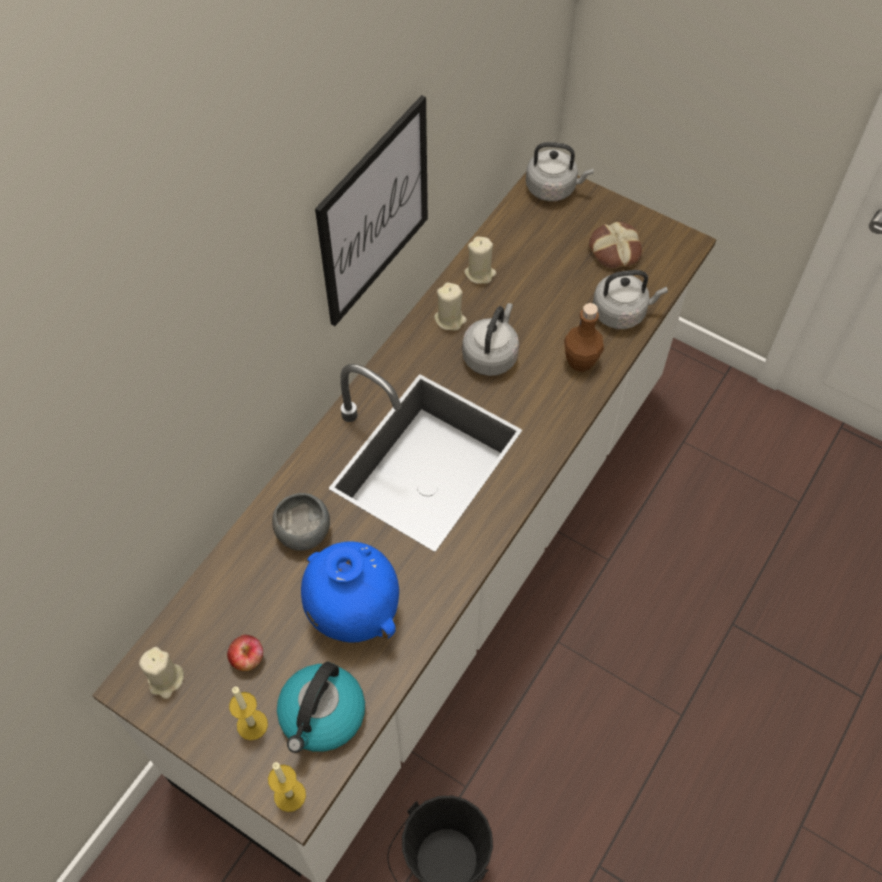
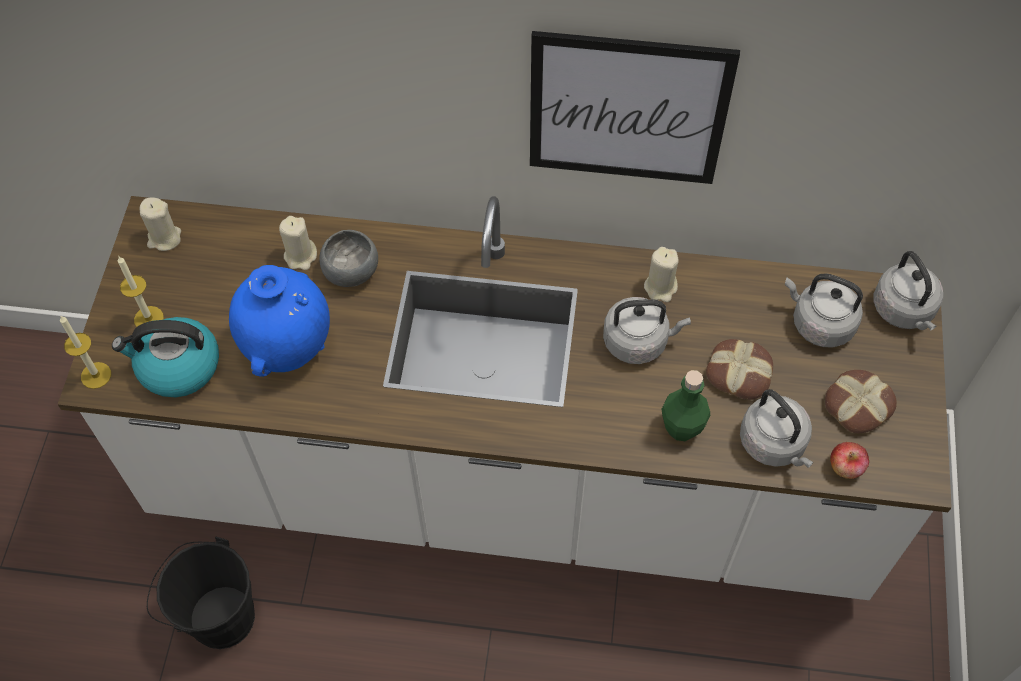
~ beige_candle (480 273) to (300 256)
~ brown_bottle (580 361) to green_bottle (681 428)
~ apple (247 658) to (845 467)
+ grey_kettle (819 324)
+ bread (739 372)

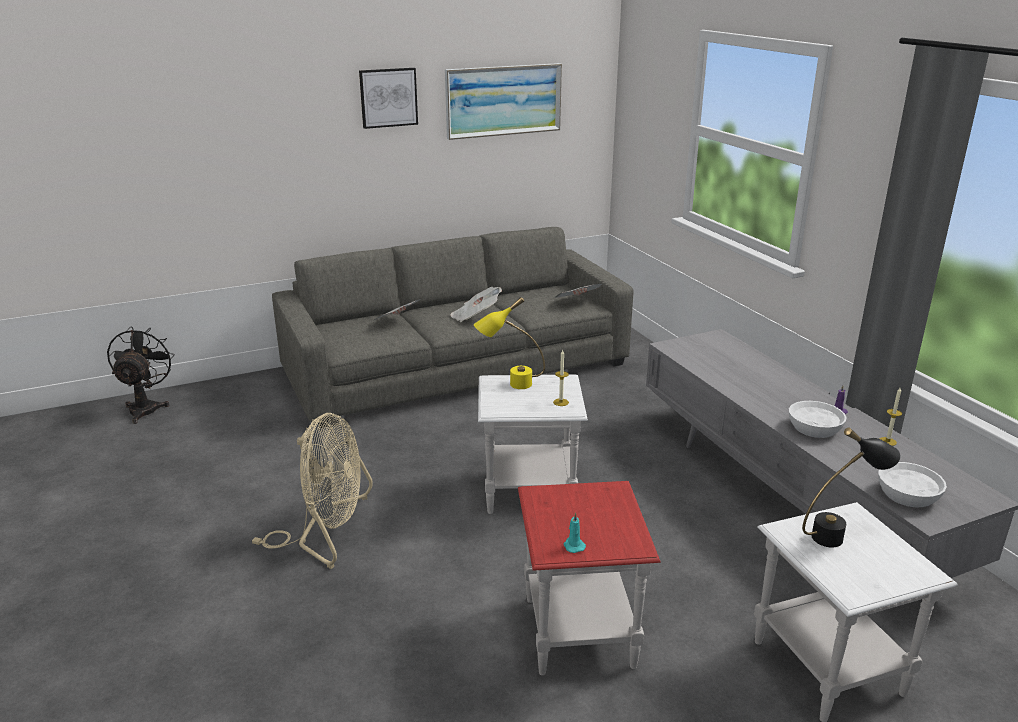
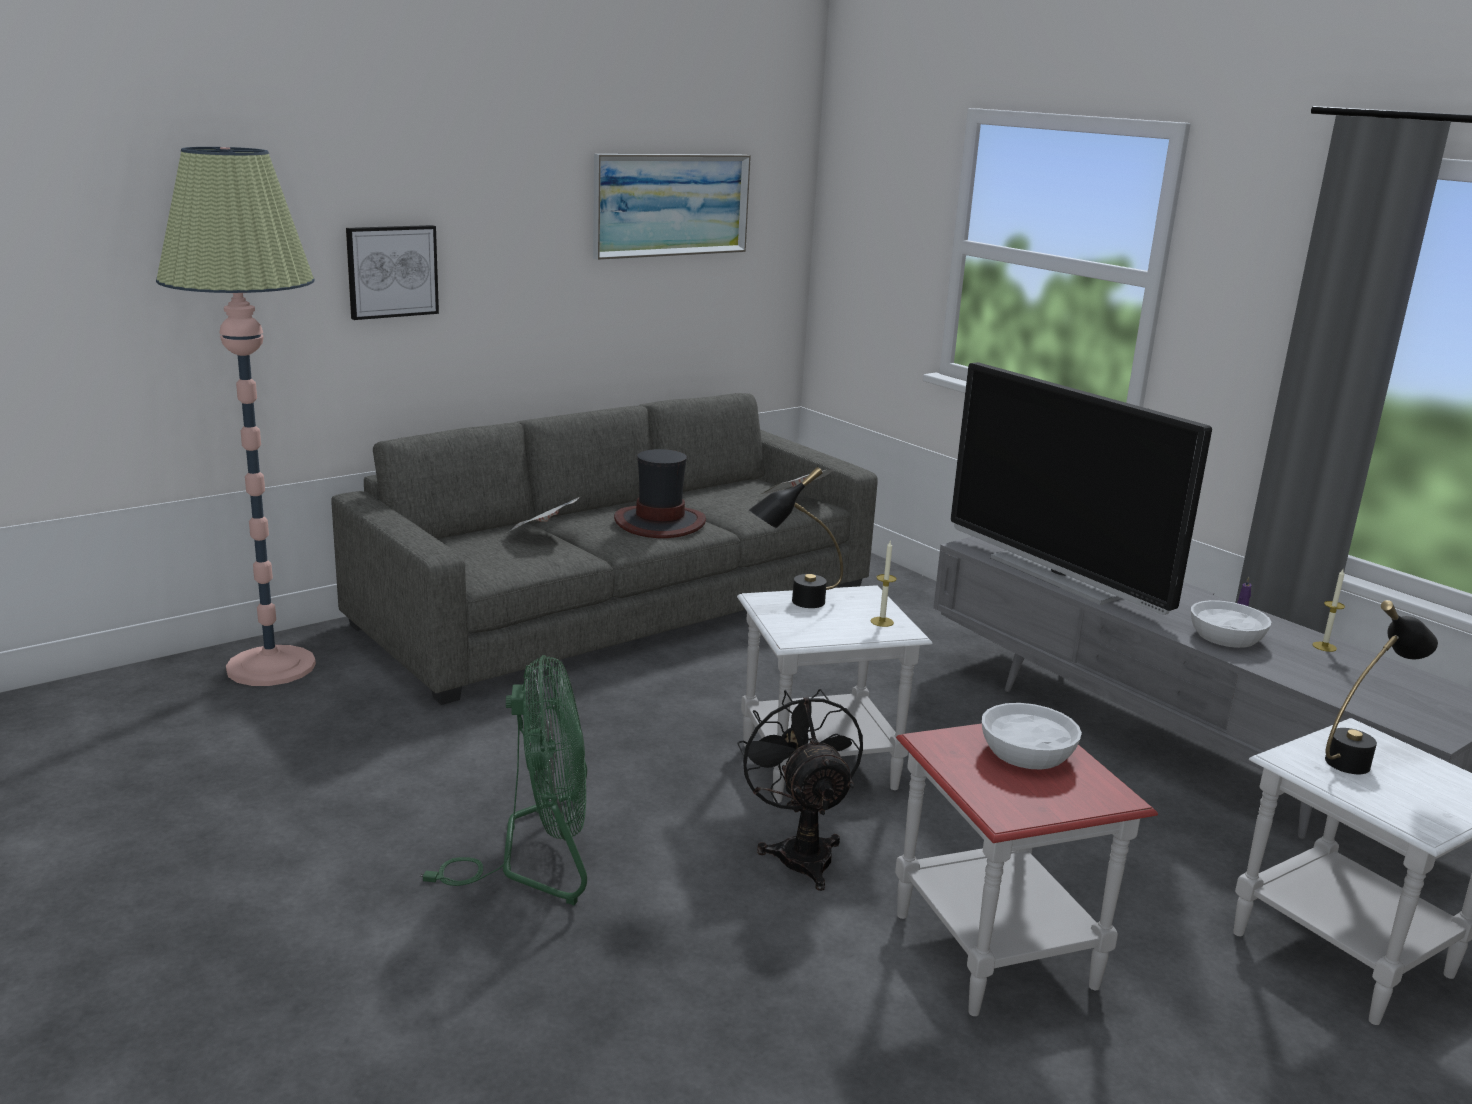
~ picture (388 97) to (392 271)
~ newspaper (475 317) to hat (660 522)
~ yellow_table_lamp (510 385) to black_table_lamp (793 603)
~ black_fan (146 407) to (800 851)
~ beige_fan (325 531) to green_fan (535 852)
~ white_bowl (907 495) to (1025 752)
- turquoise_candle (573 546)
+ floor_lamp (271 667)
+ television (1058 576)

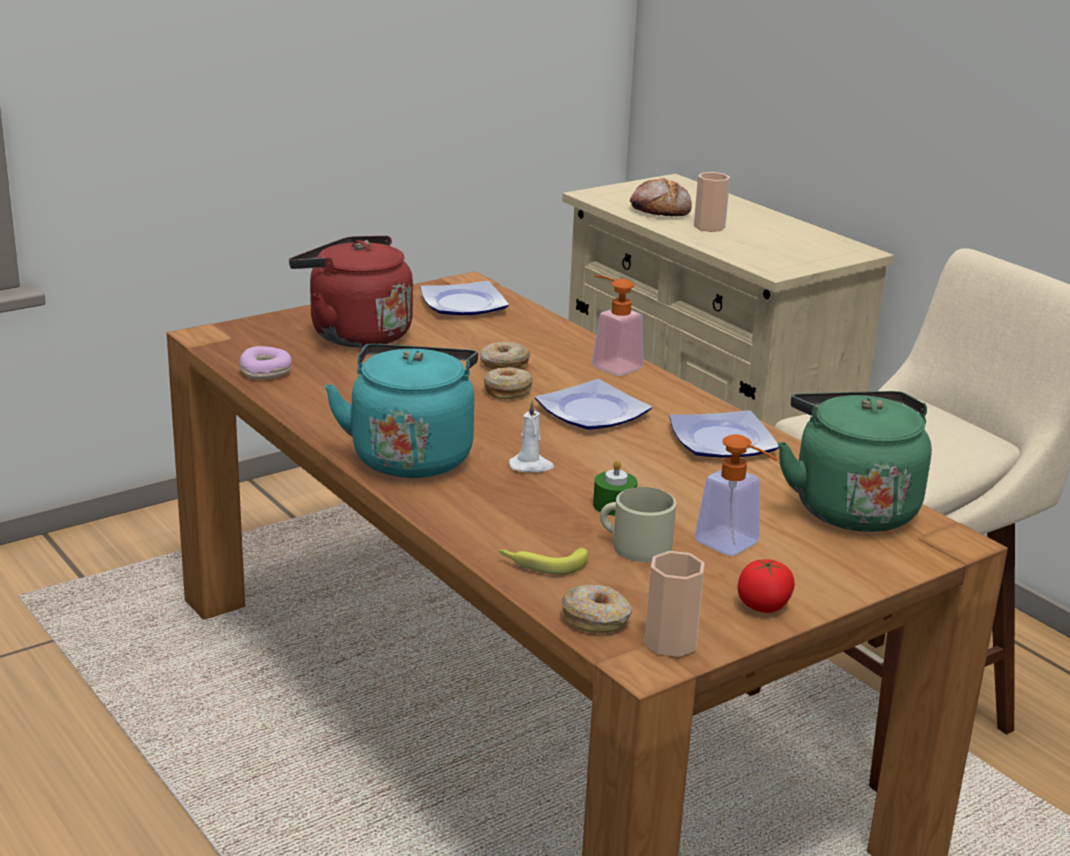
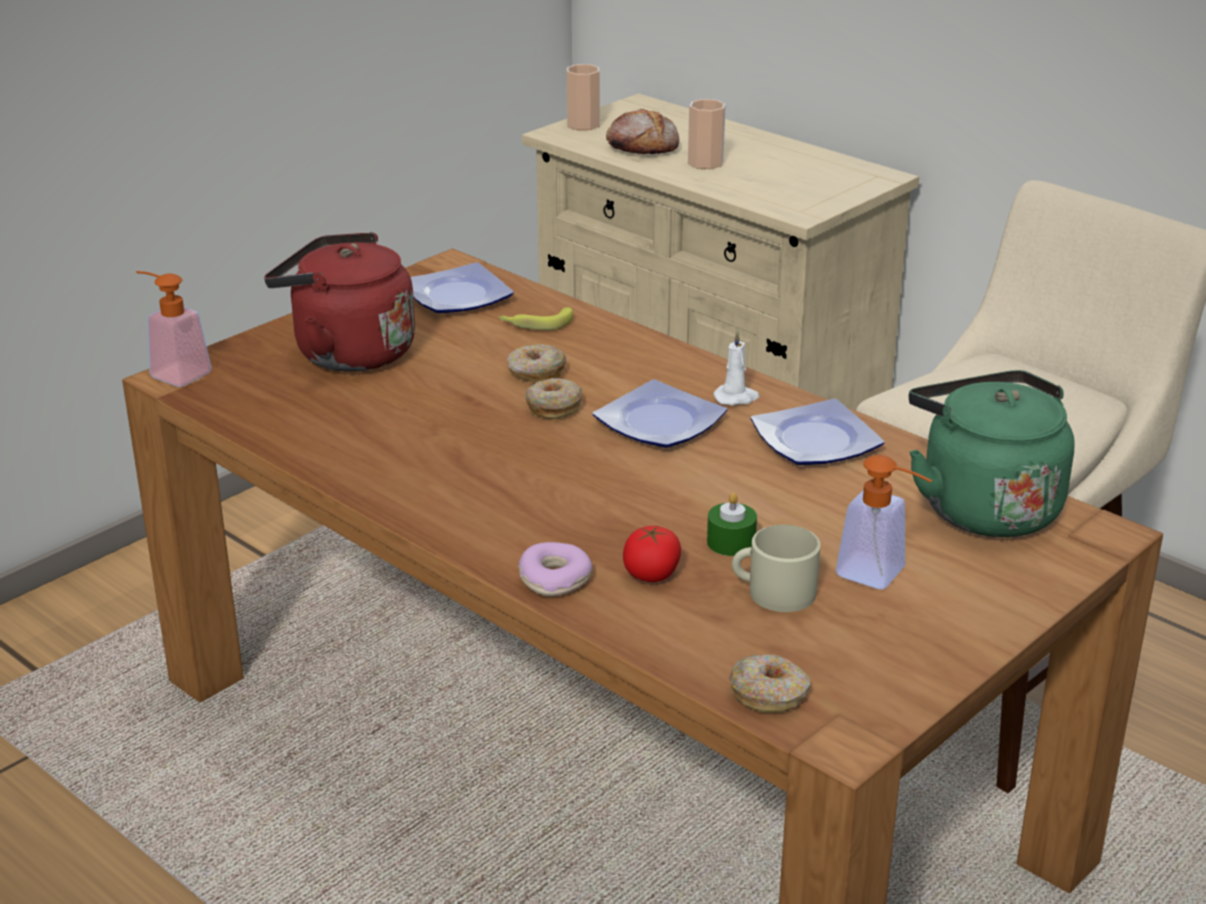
~ soap_dispenser (610 365) to (173 372)
- turquoise_kettle (411 455)
~ donut (265 371) to (554 579)
~ white_candle (531 466) to (736 398)
~ banana (542 564) to (536 324)
~ cup (670 642) to (583 124)
~ tomato (763 606) to (651 574)

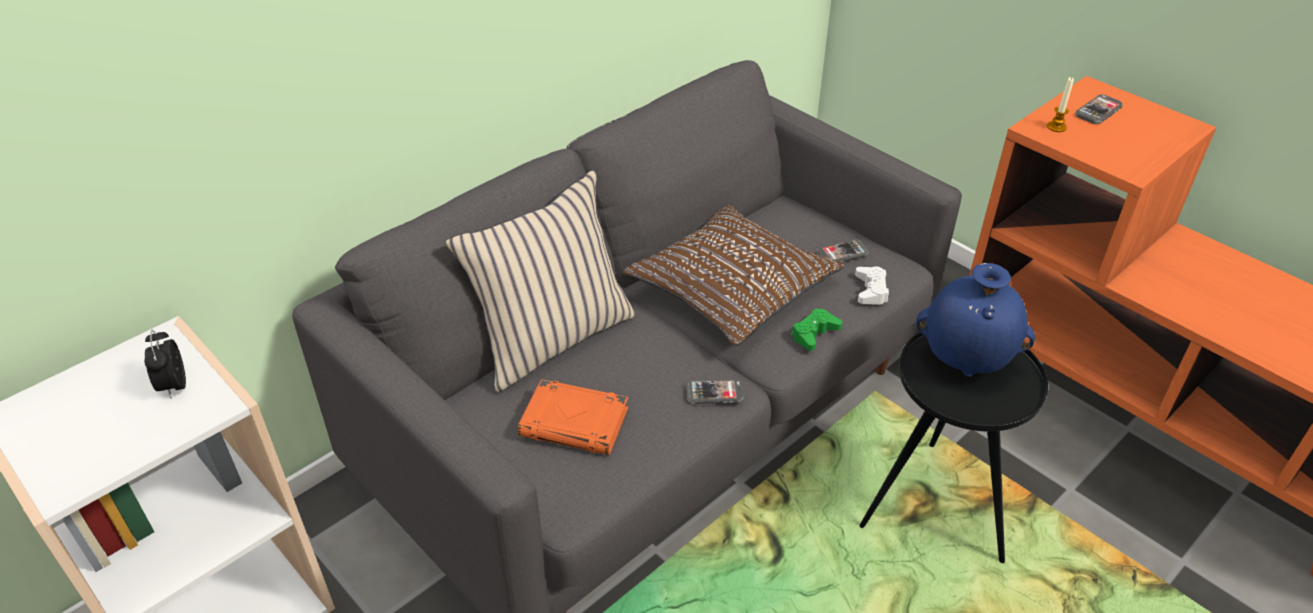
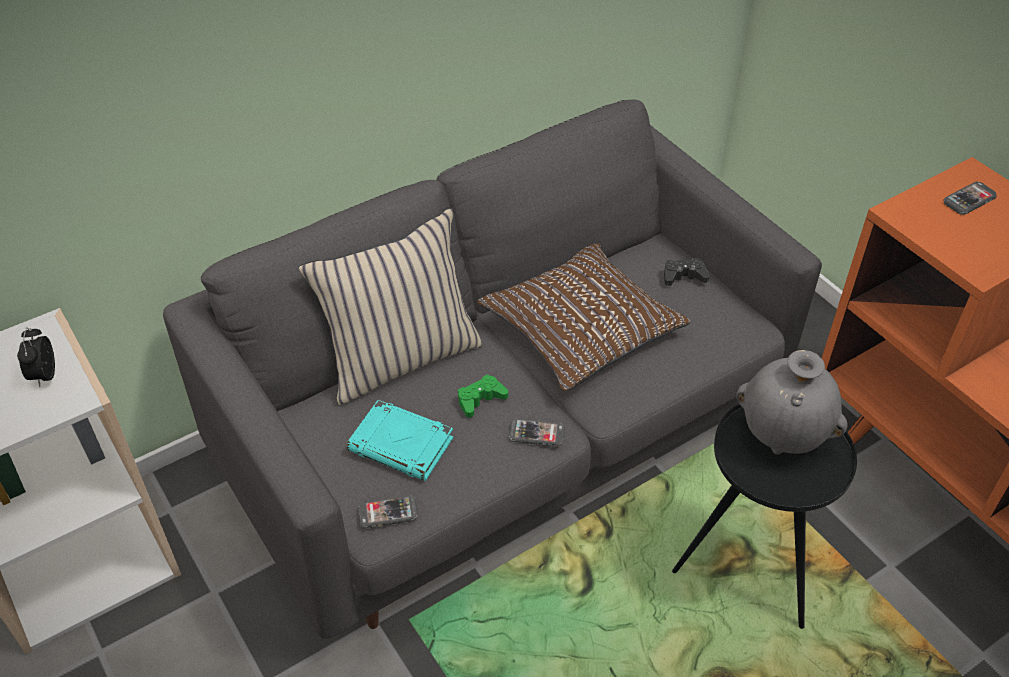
- candle (1056 127)
~ phone (842 253) to (388 513)
~ blue_vase (966 362) to grey_vase (783 437)
- white_game_controller (871 290)
~ green_game_controller (814 334) to (480 399)
~ orange_book (575 423) to turquoise_book (402 445)
+ black_game_controller (684 276)

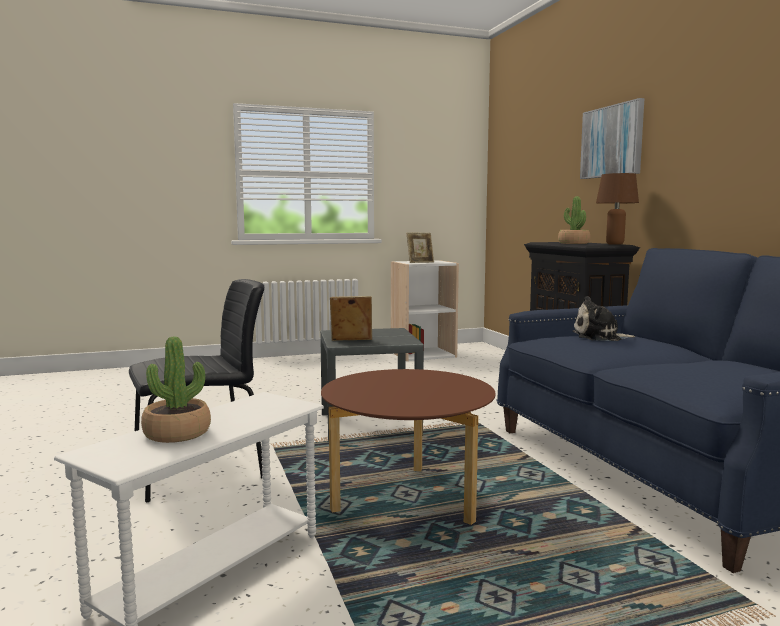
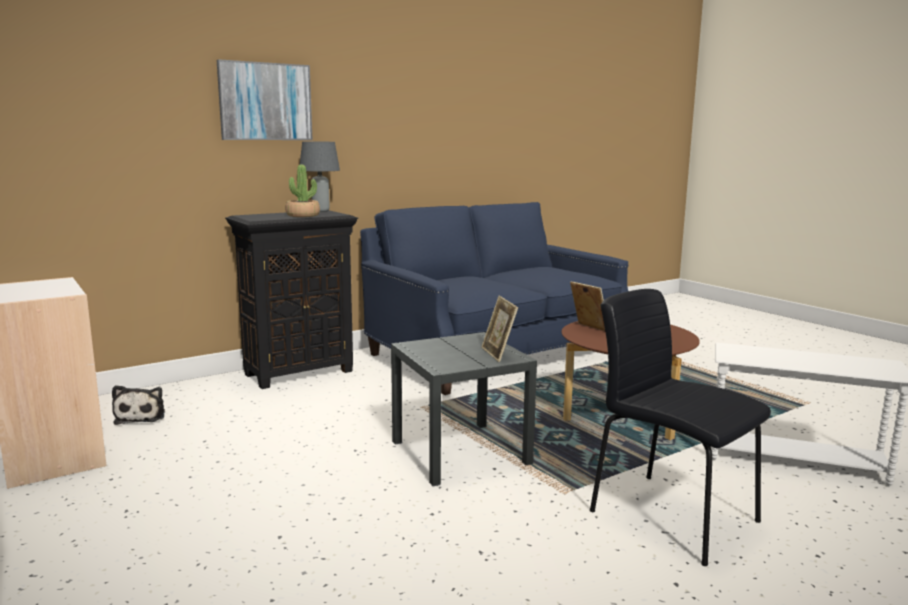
~ brown_table_lamp (615 244) to grey_table_lamp (321 211)
~ picture_frame (420 262) to (588 328)
~ plush_toy (600 337) to (141 416)
- potted_plant (177 433)

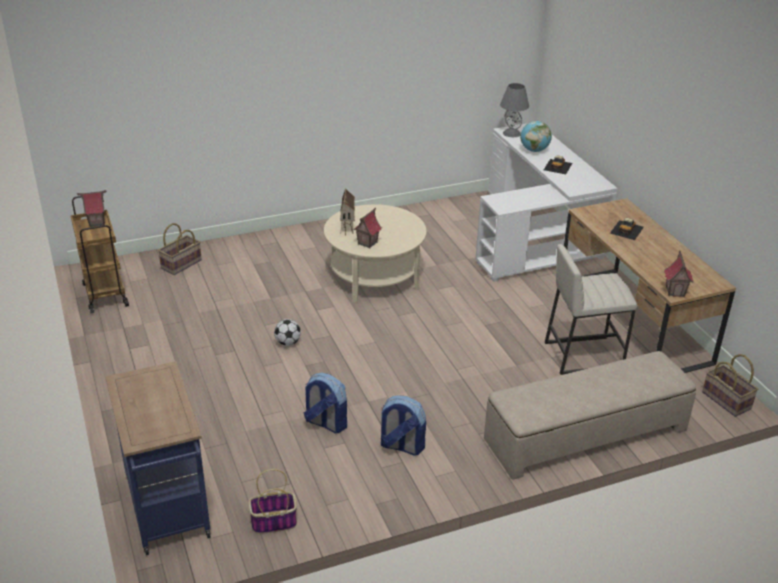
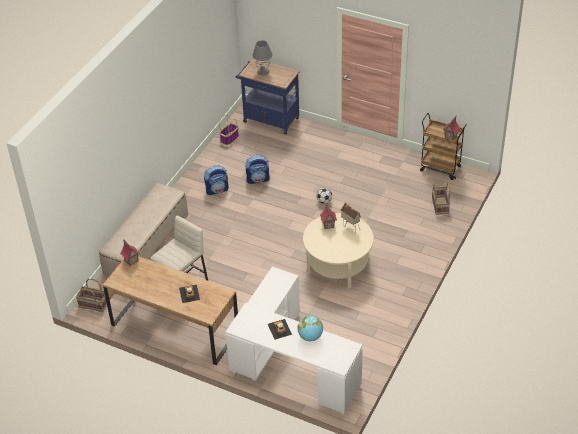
~ grey_table_lamp (512 133) to (263 72)

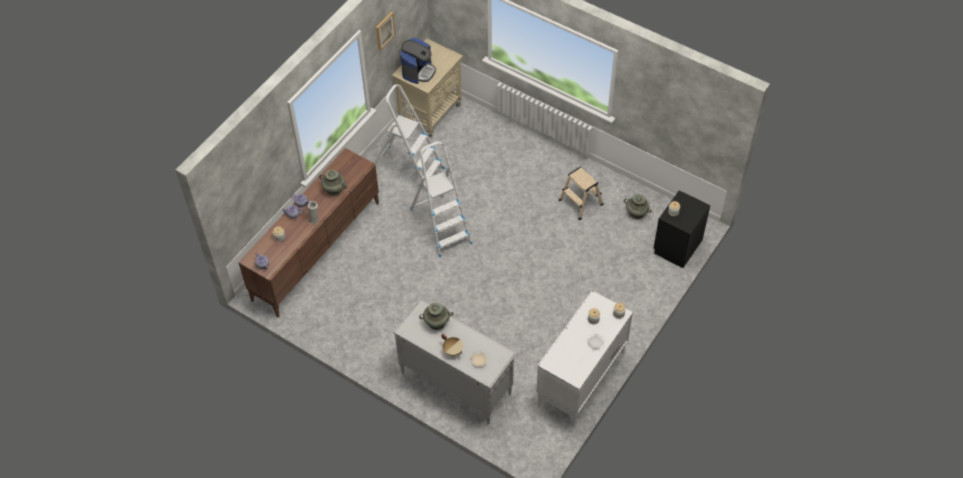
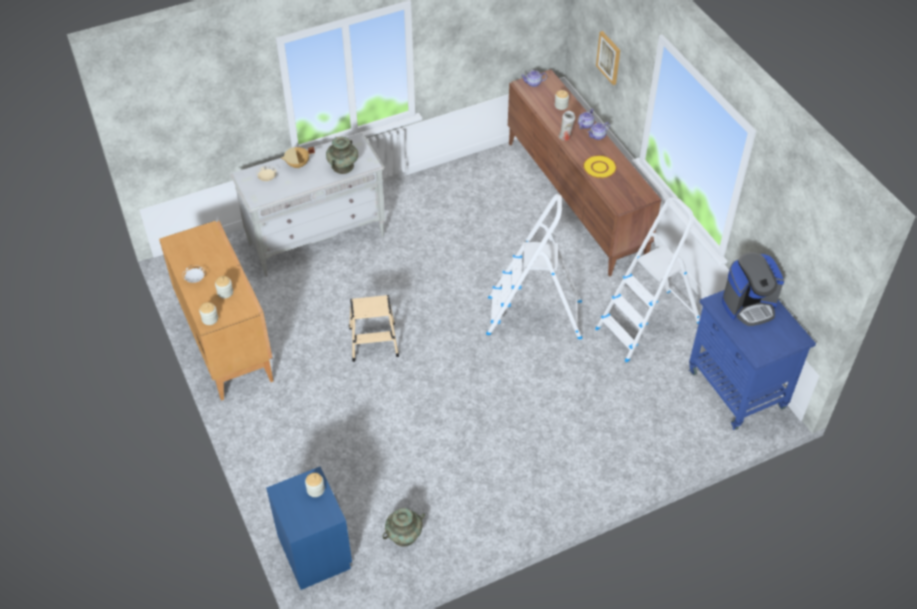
~ picture (384 30) to (609 57)
~ beige_cart (430 113) to blue_cart (736 391)
~ coffee_machine (418 71) = (749 306) 75 degrees counterclockwise
~ beige_step_ladder (581 202) to (373 341)
~ turquoise_vase (334 189) to yellow_plate (599 167)
~ black_nightstand (677 246) to blue_nightstand (315 551)
~ white_cabinet (581 379) to brown_cabinet (226 343)

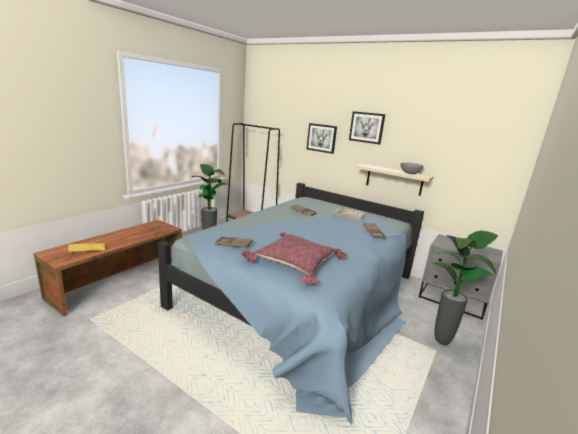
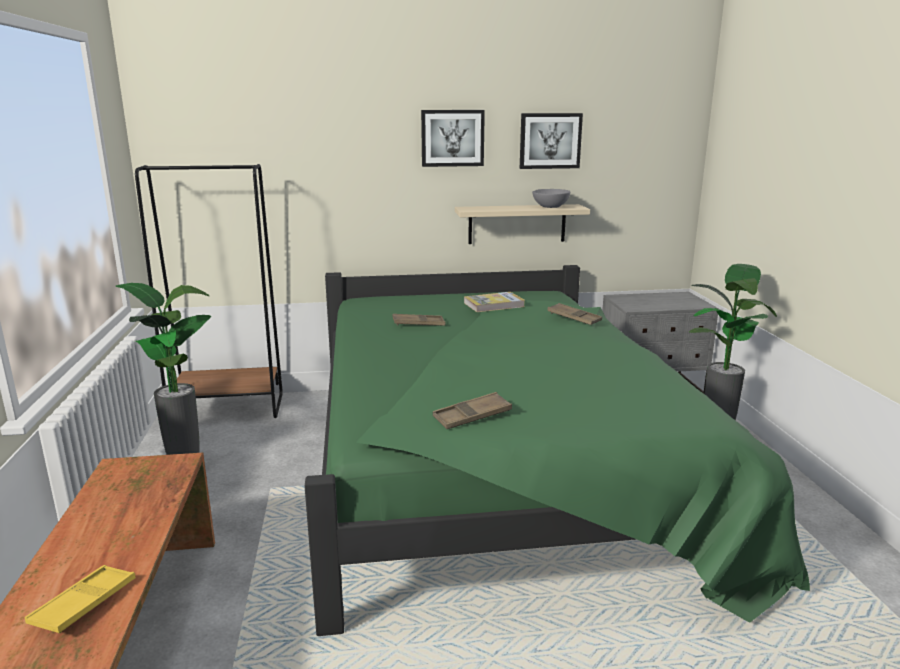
~ picture (321 138) to (550 141)
~ blue_bed (305 295) to green_bed (501 473)
- red_pillow (295 260)

